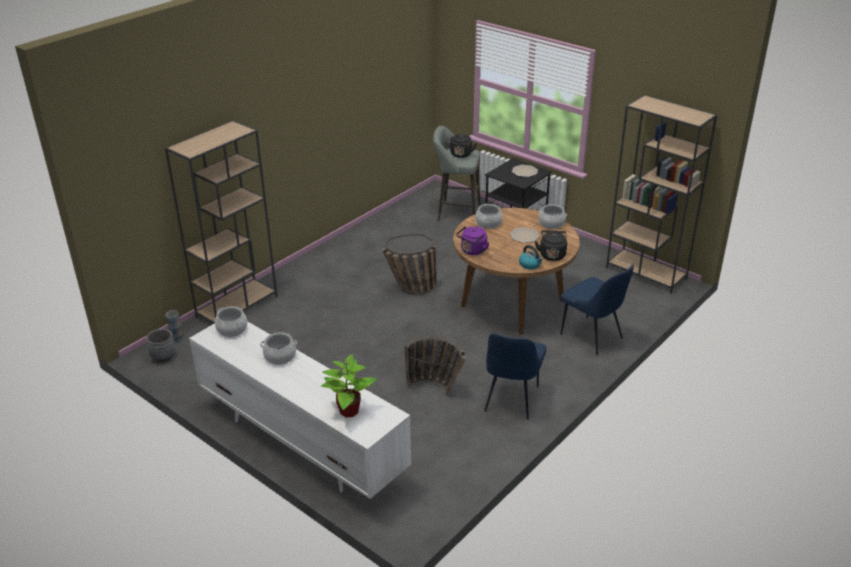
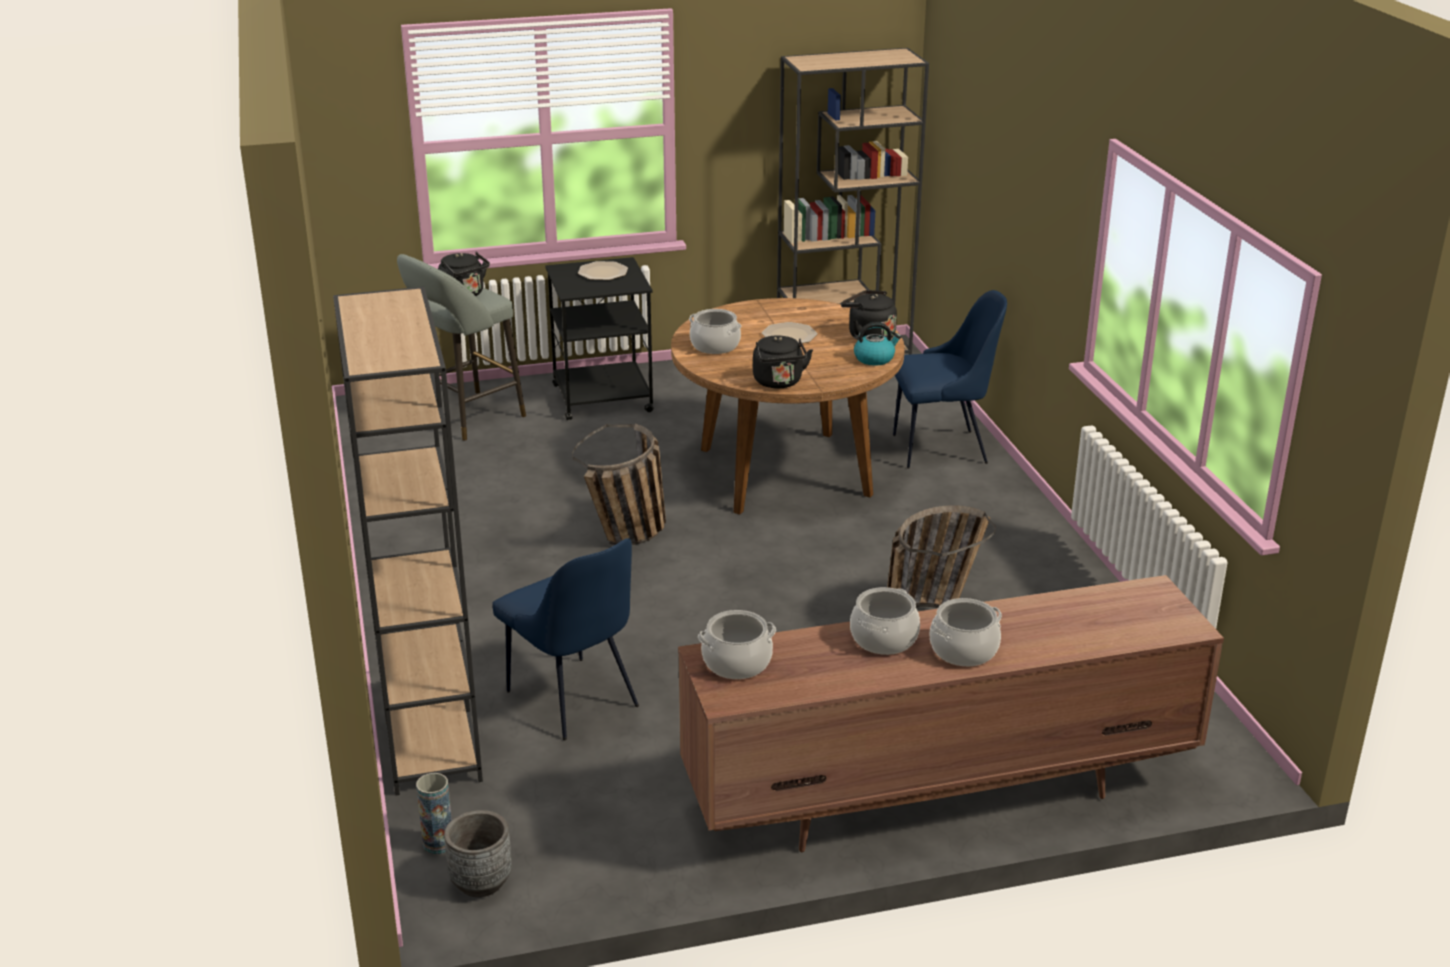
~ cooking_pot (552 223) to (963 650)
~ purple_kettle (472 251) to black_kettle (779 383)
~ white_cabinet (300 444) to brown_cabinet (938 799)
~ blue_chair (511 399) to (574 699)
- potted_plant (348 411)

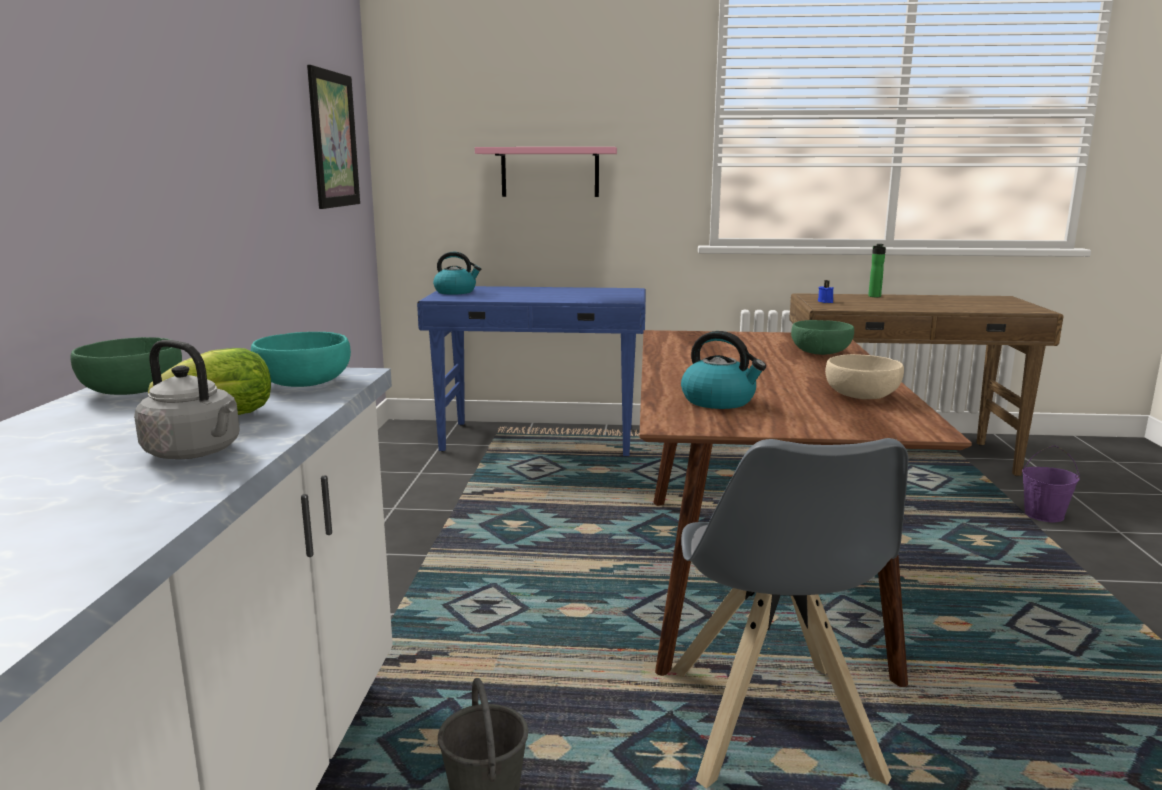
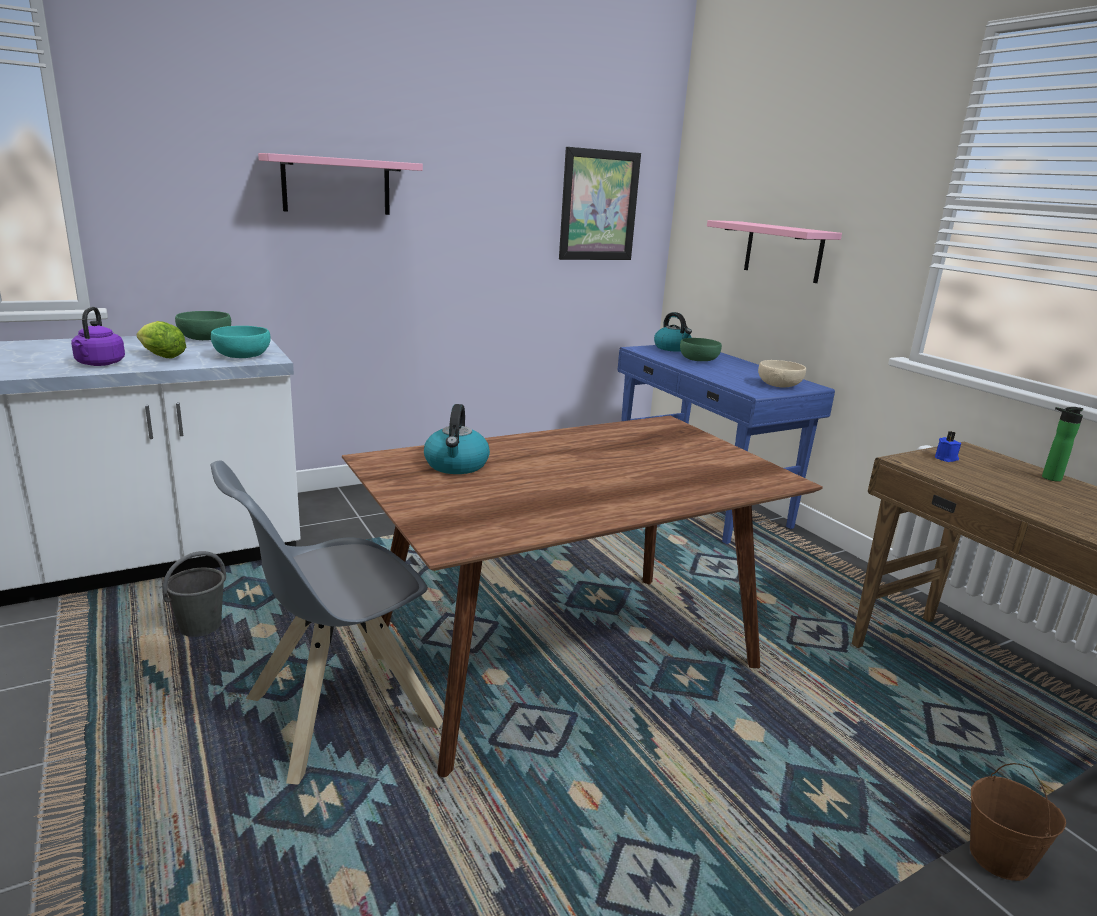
~ green_bowl (821 352) to (699 360)
~ grey_kettle (196 453) to purple_kettle (99 364)
~ beige_bowl (861 395) to (779 385)
~ purple_bucket (1044 515) to brown_bucket (999 857)
+ pink_shelf (336 185)

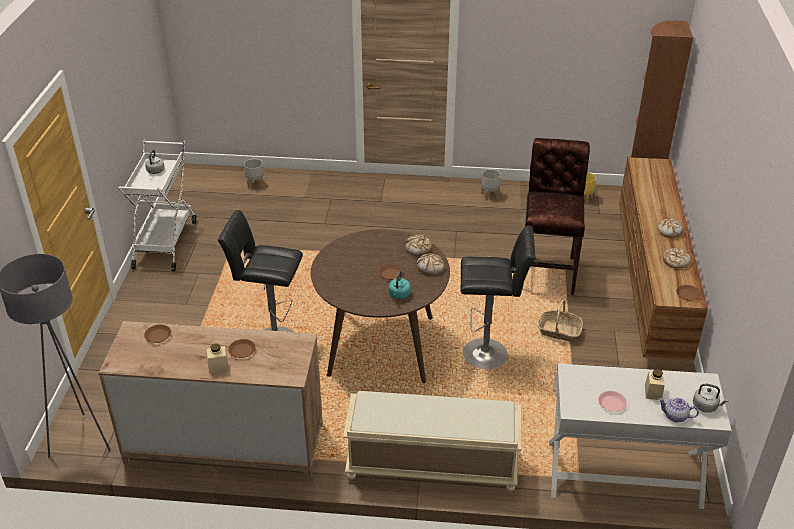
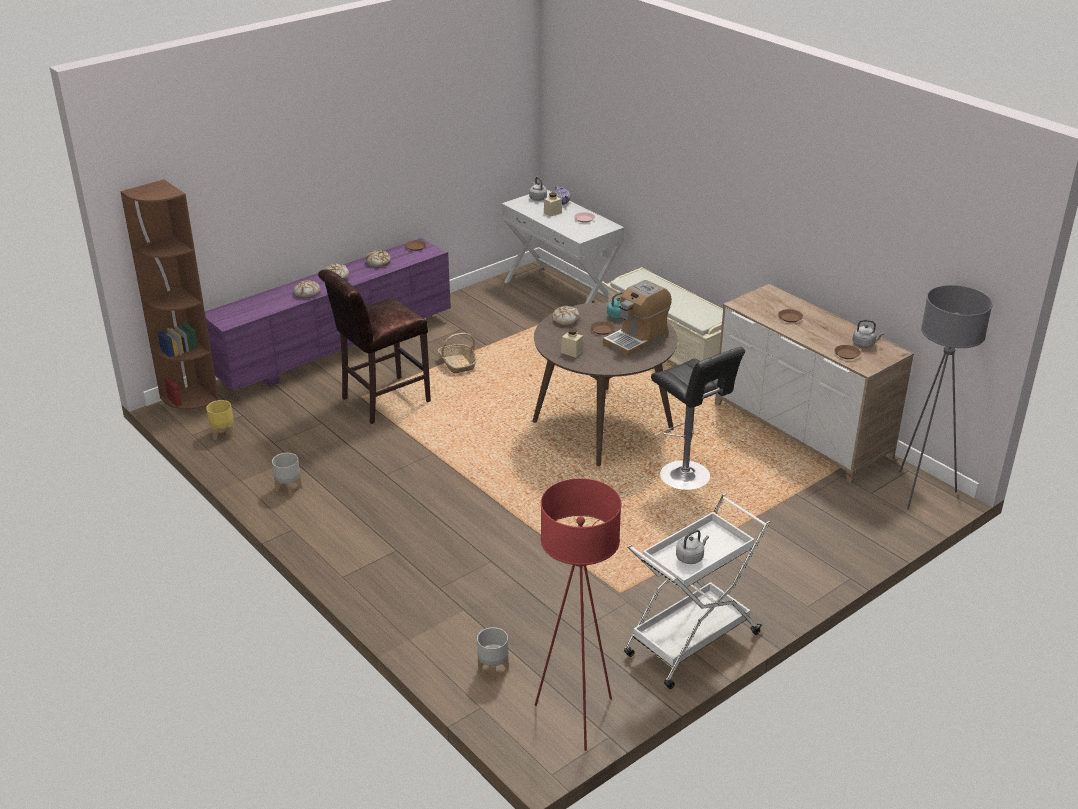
~ brown_cabinet (650 286) to purple_cabinet (336 351)
- black_stool (489 354)
~ bread (418 248) to (307 293)
~ beige_jar (218 367) to (572 352)
+ coffee_machine (637 339)
+ grey_kettle (865 344)
+ red_floor_lamp (576 717)

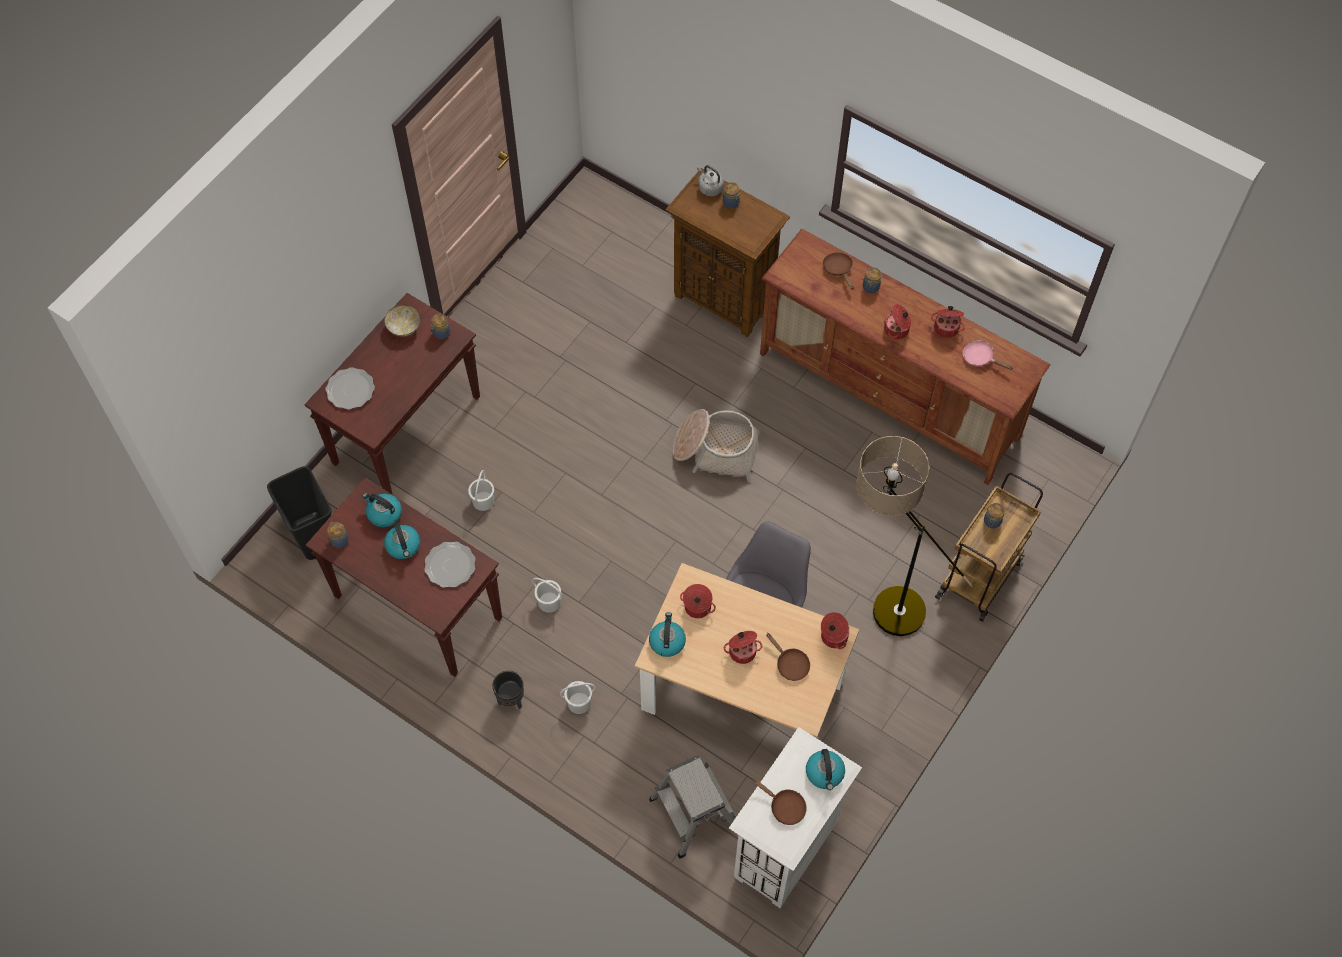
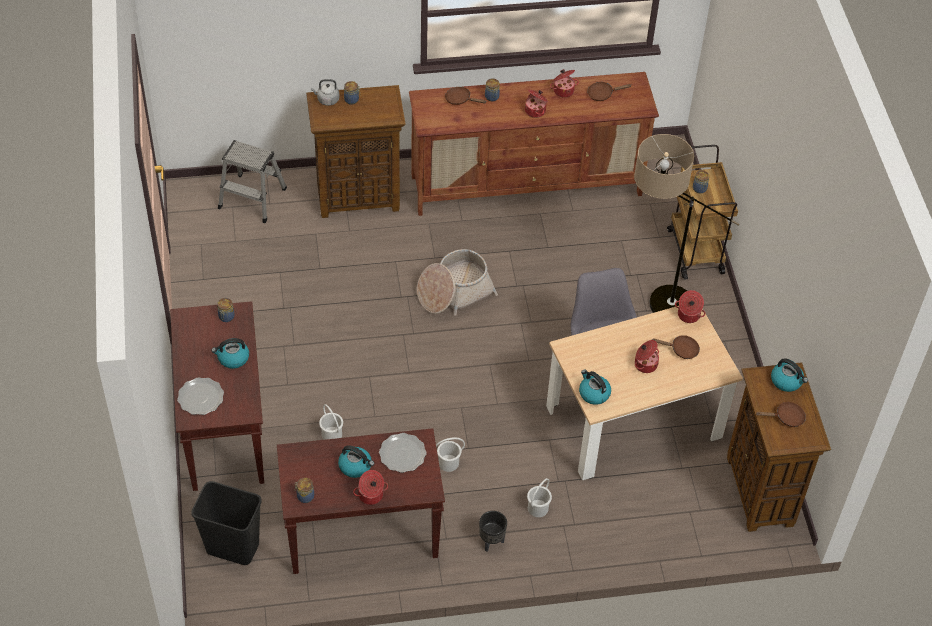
- bowl (404 328)
~ pink_frying_pan (981 358) to brown_frying_pan (602 94)
~ kettle (384 514) to (233 358)
~ cooking_pot (697 607) to (371 495)
~ white_cabinet (785 853) to brown_cabinet (761 492)
~ grey_step_ladder (695 814) to (252 198)

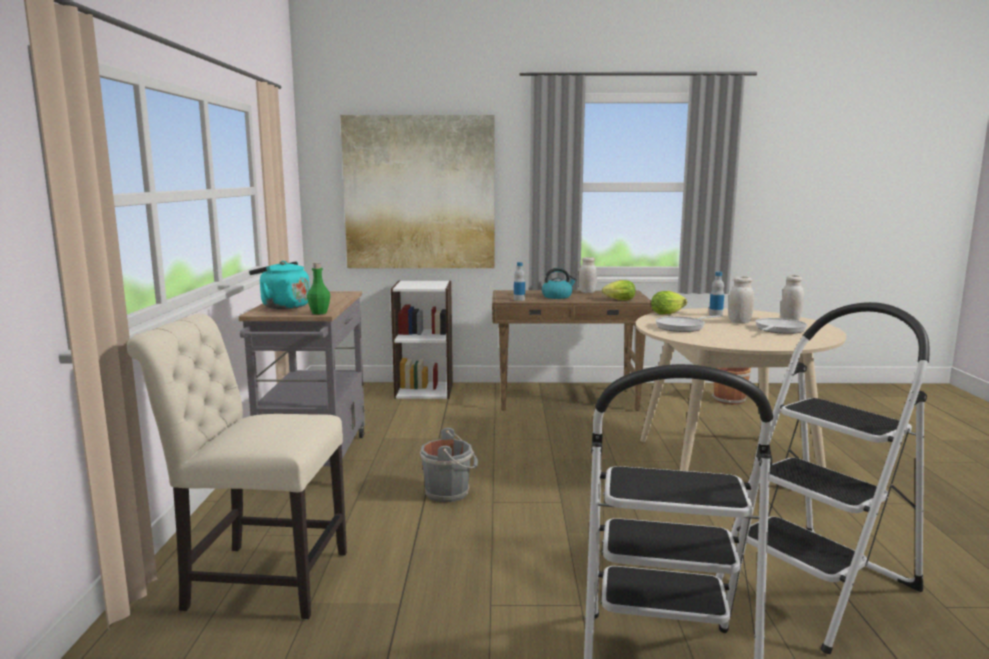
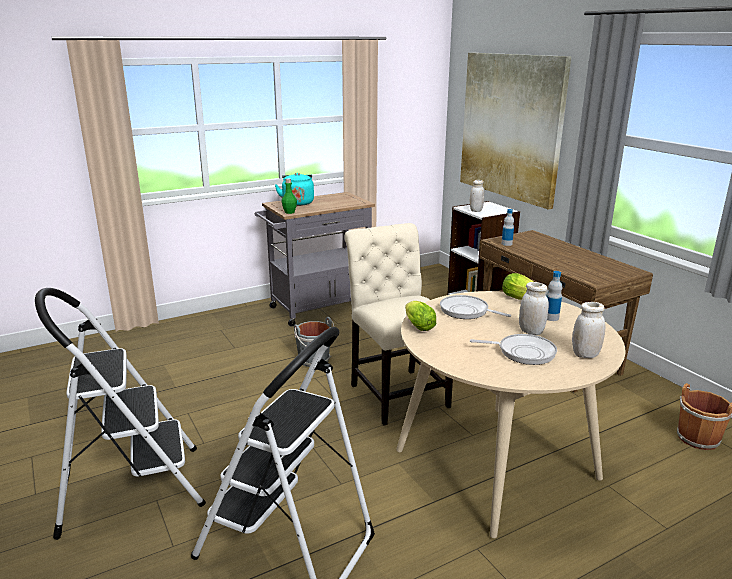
~ white_jar (587 292) to (476 210)
- kettle (557 296)
~ lettuce (618 300) to (417 326)
~ beige_chair (258 579) to (396 393)

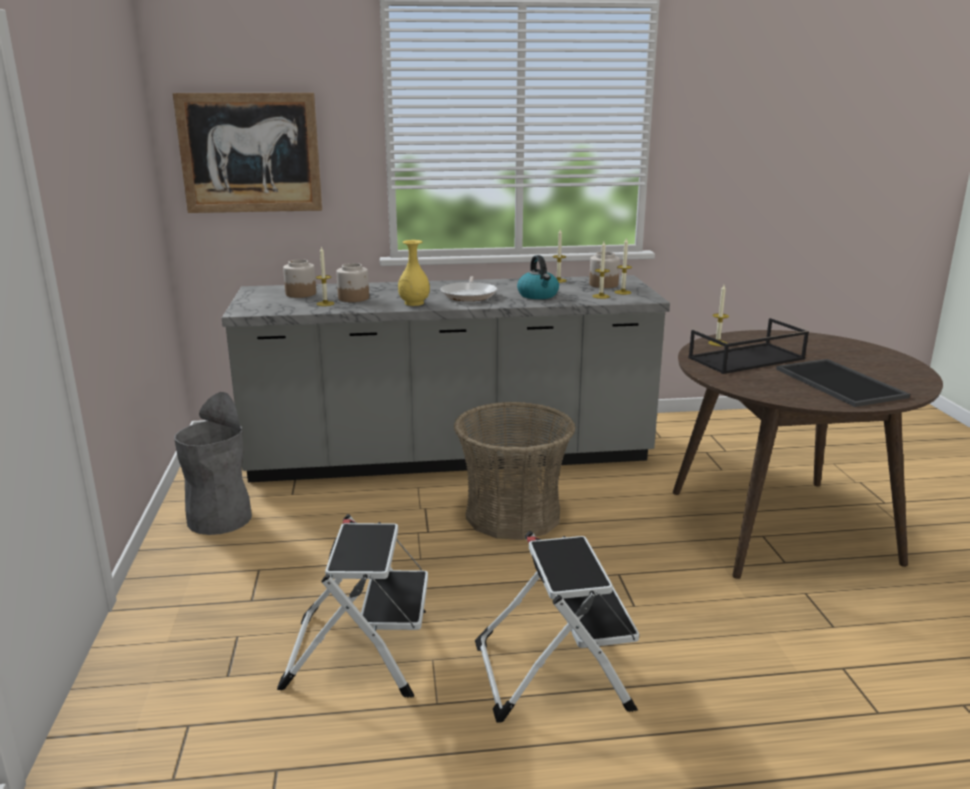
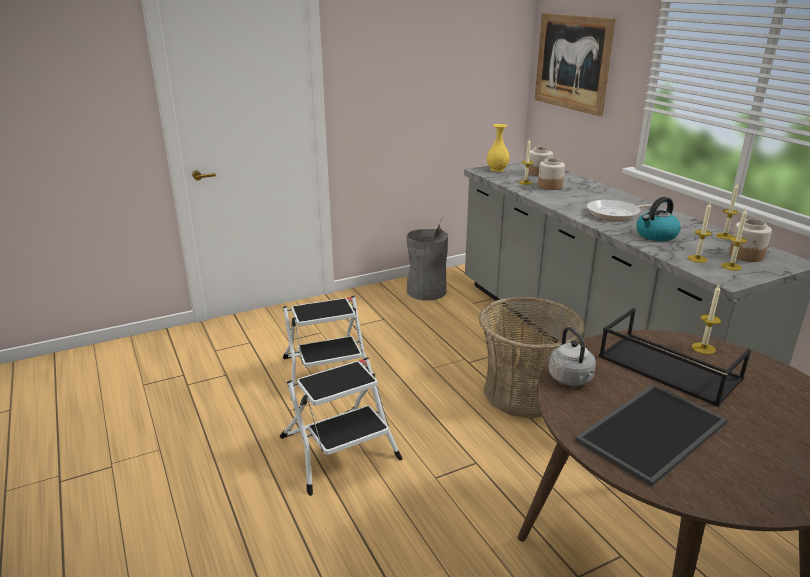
~ yellow_vase (414 303) to (497 170)
+ grey_kettle (571 379)

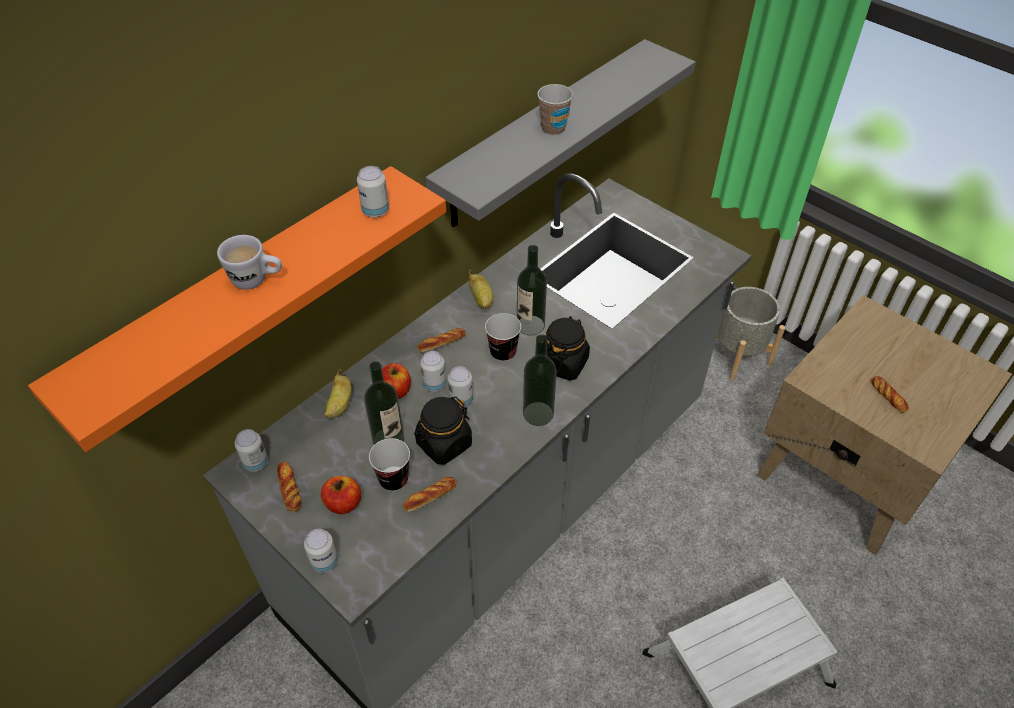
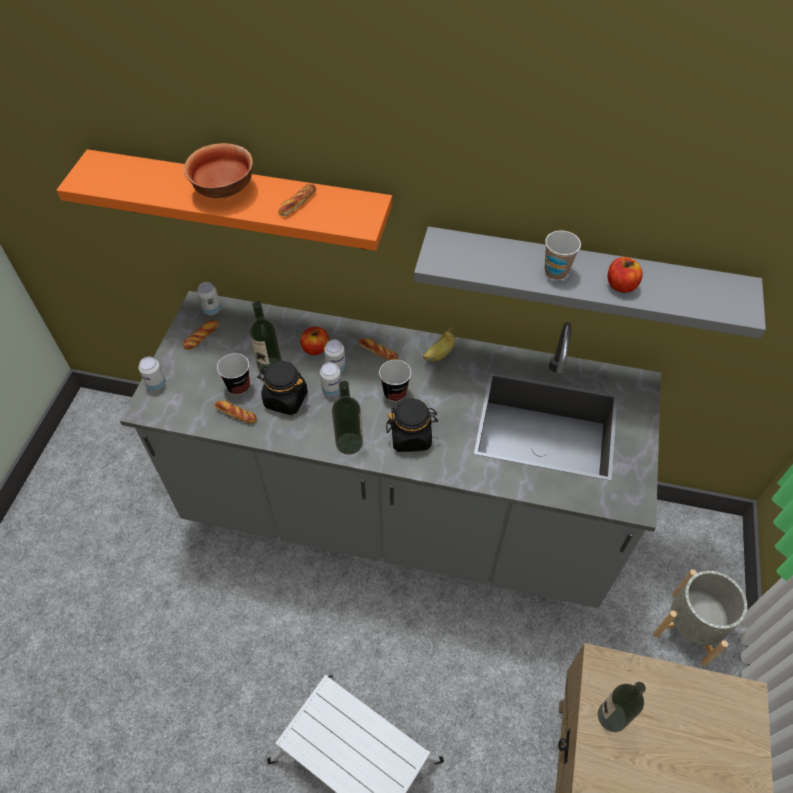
- can (375 211)
~ white_mug (257 280) to bowl (225 191)
~ bottle (530 325) to (612 716)
- banana (340 405)
~ bread (888 396) to (298 203)
~ apple (343 503) to (620 285)

